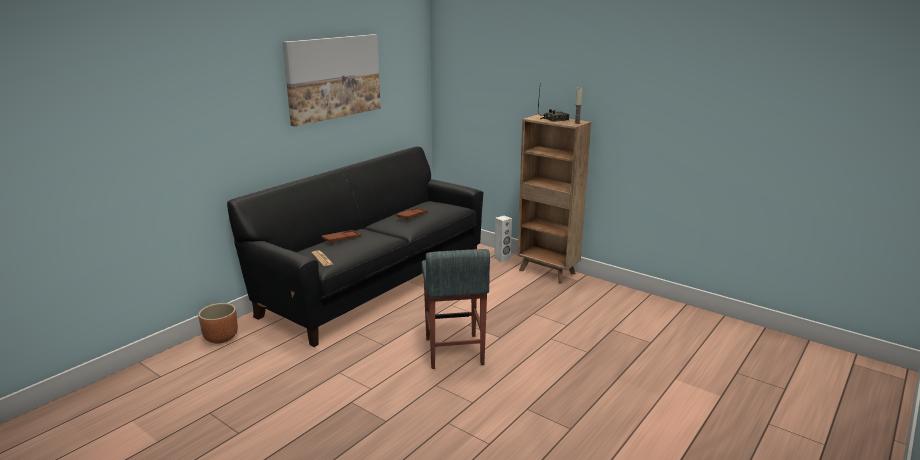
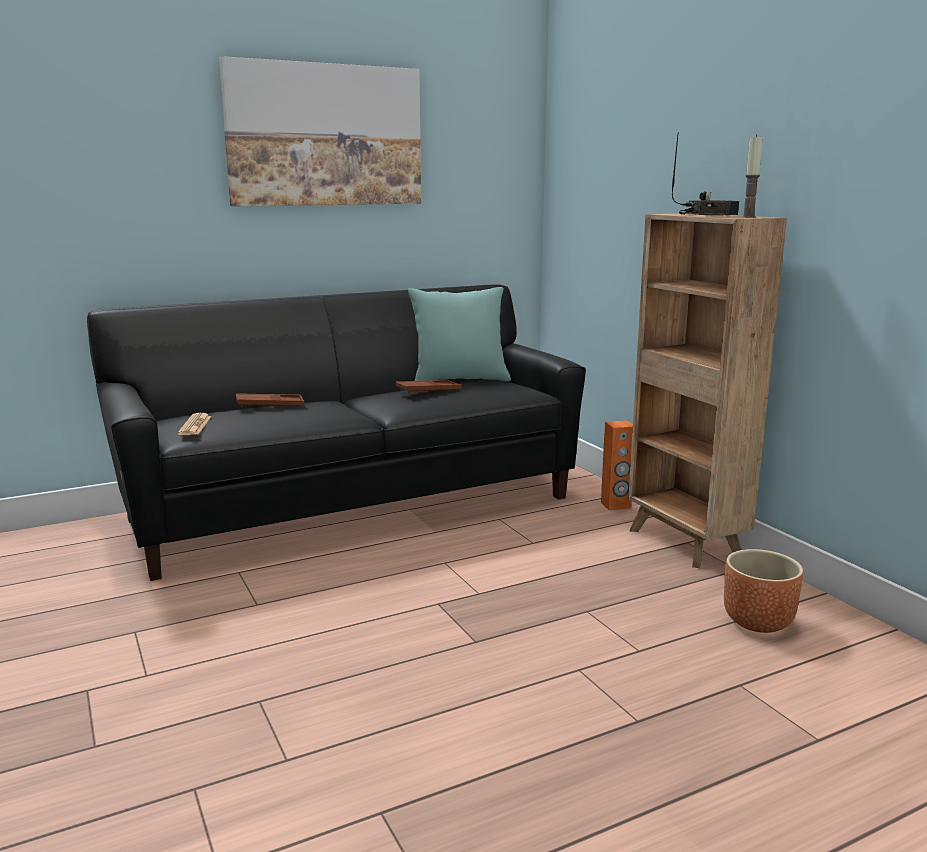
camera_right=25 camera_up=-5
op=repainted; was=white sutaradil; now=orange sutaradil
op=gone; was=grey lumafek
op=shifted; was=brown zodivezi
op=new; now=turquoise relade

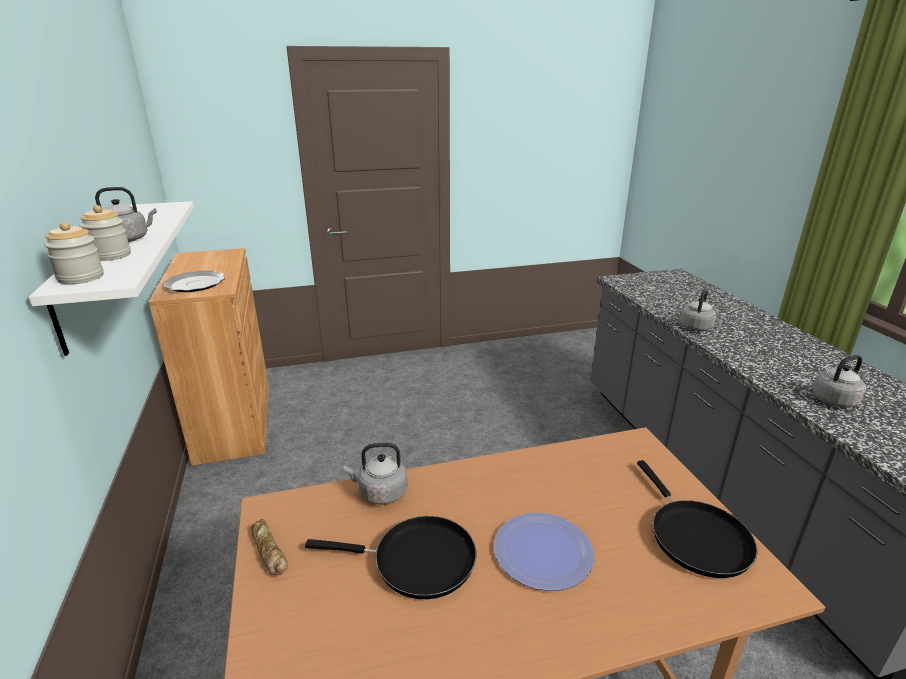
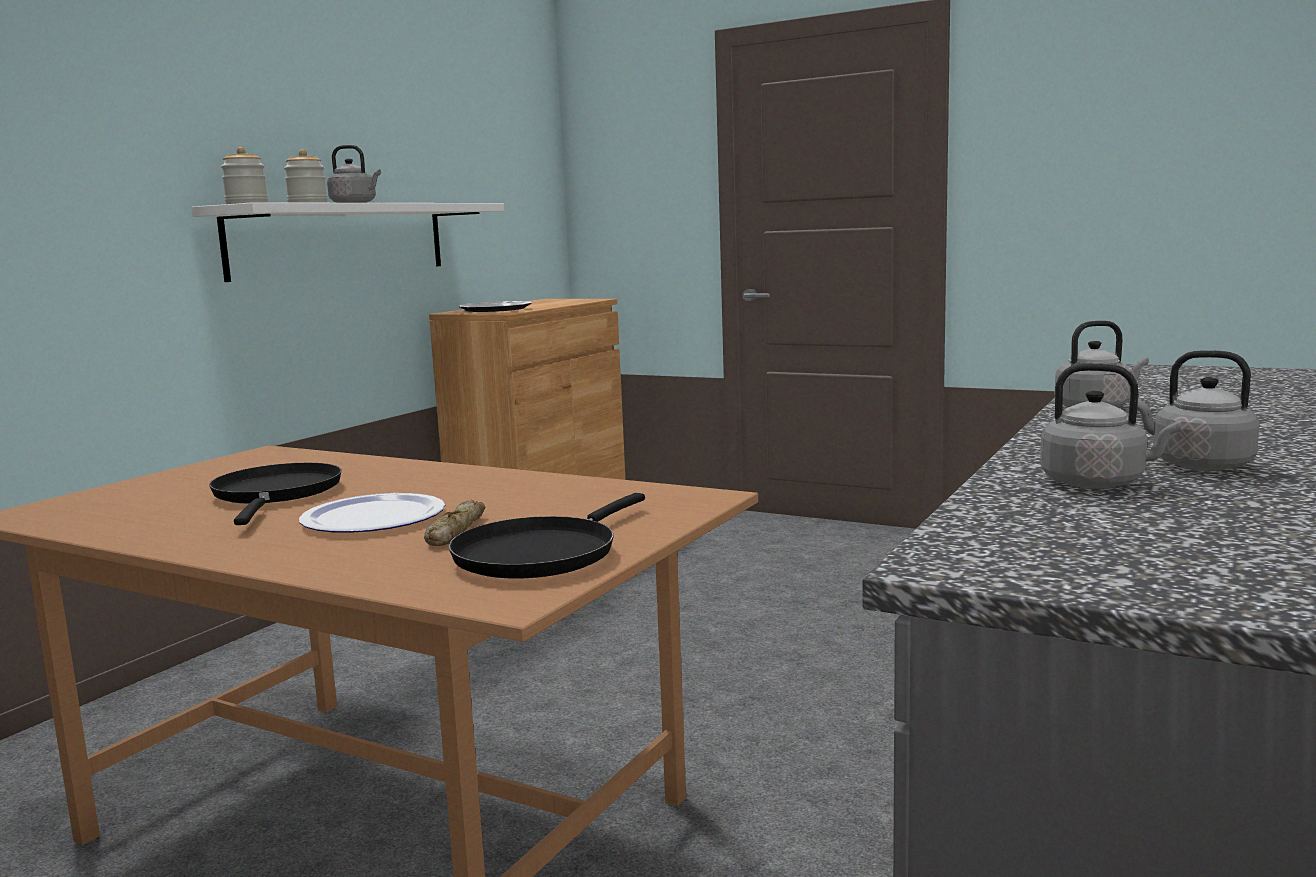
camera_right=45 camera_up=-15
op=shifted; was=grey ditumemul (no. 2 from left in the first image); now=grey ditumemul (no. 4 from left)
op=rotated; was=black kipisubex (no. 1 from left); clockwise=-150
op=shifted; was=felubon

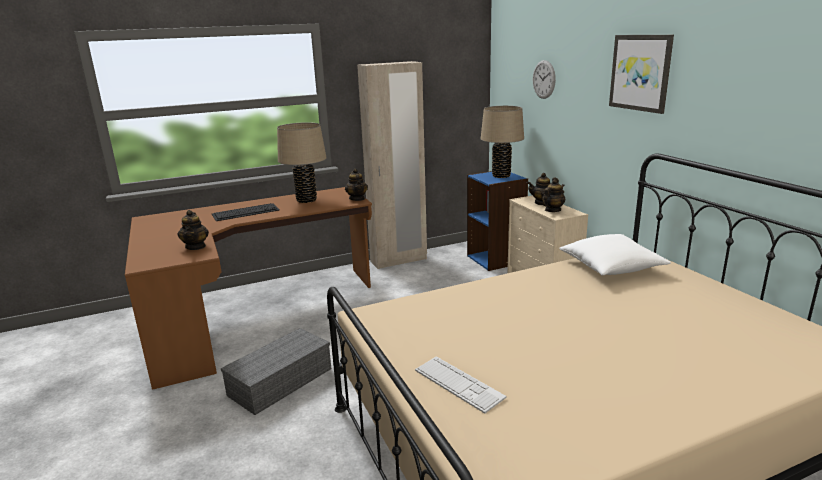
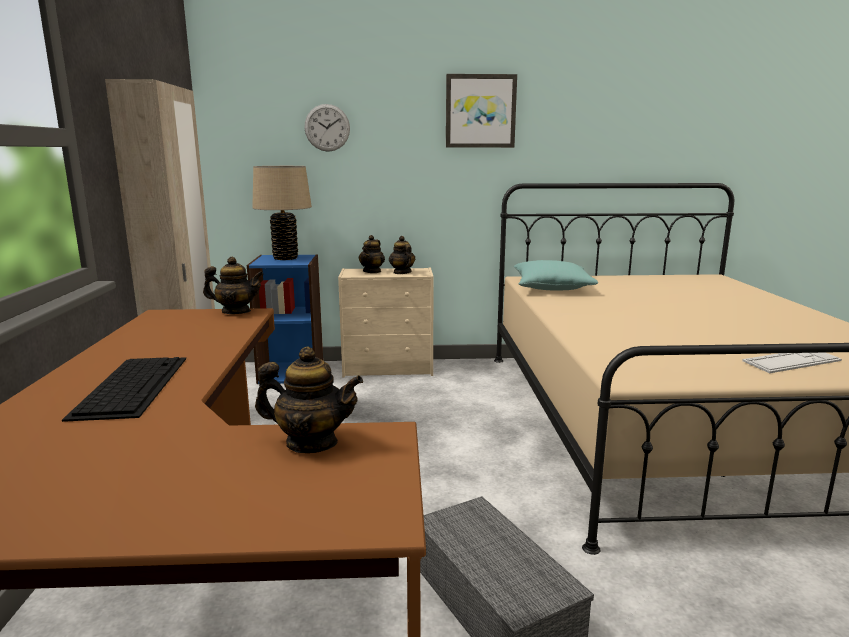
camera_right=-70 camera_up=-5
op=gone; was=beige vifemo (no. 1 from left)
op=repainted; was=white relade; now=turquoise relade

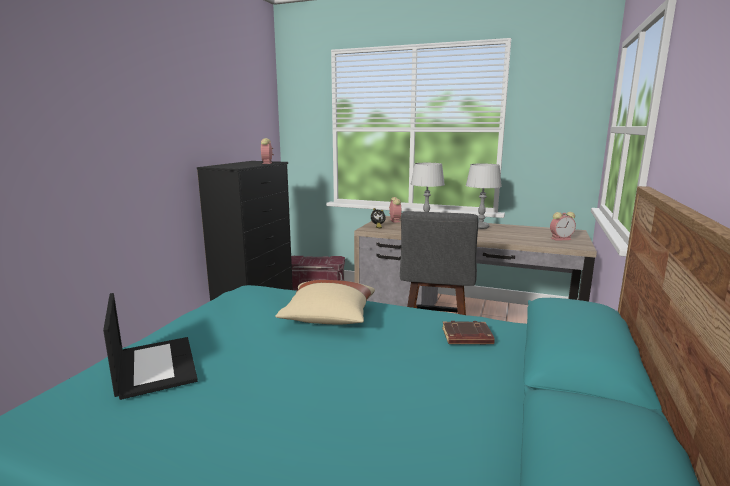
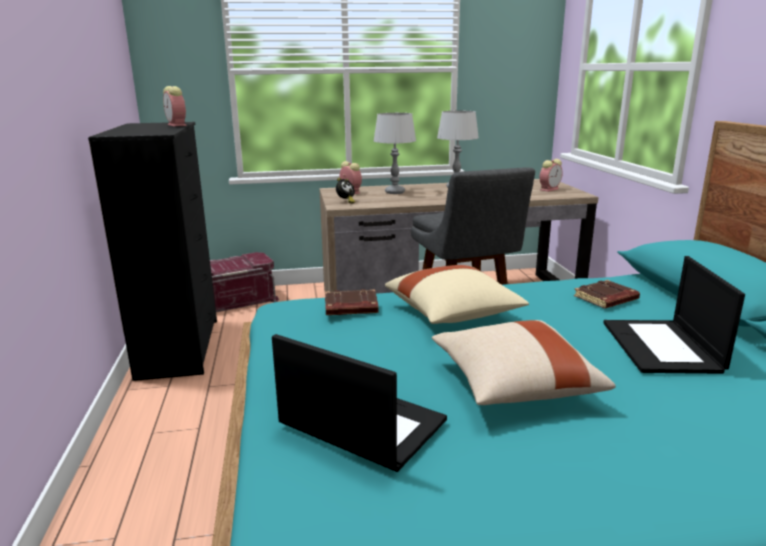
camera_right=-30 camera_up=5
op=new; now=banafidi (no. 2 from left)
op=new; now=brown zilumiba (no. 1 from left)
op=new; now=beige relade (no. 2 from left)

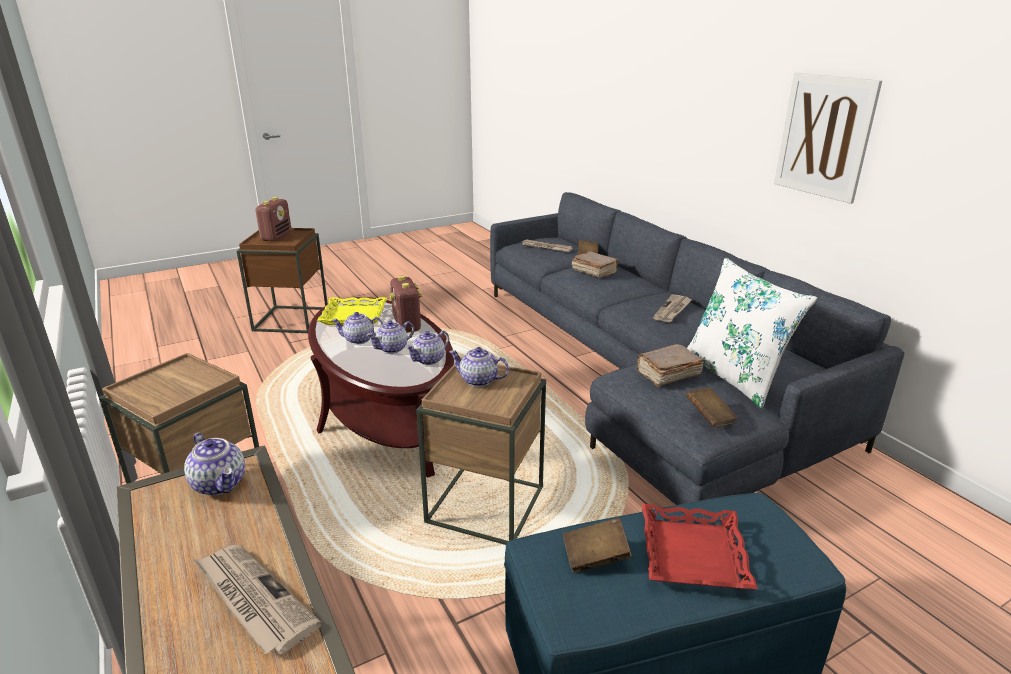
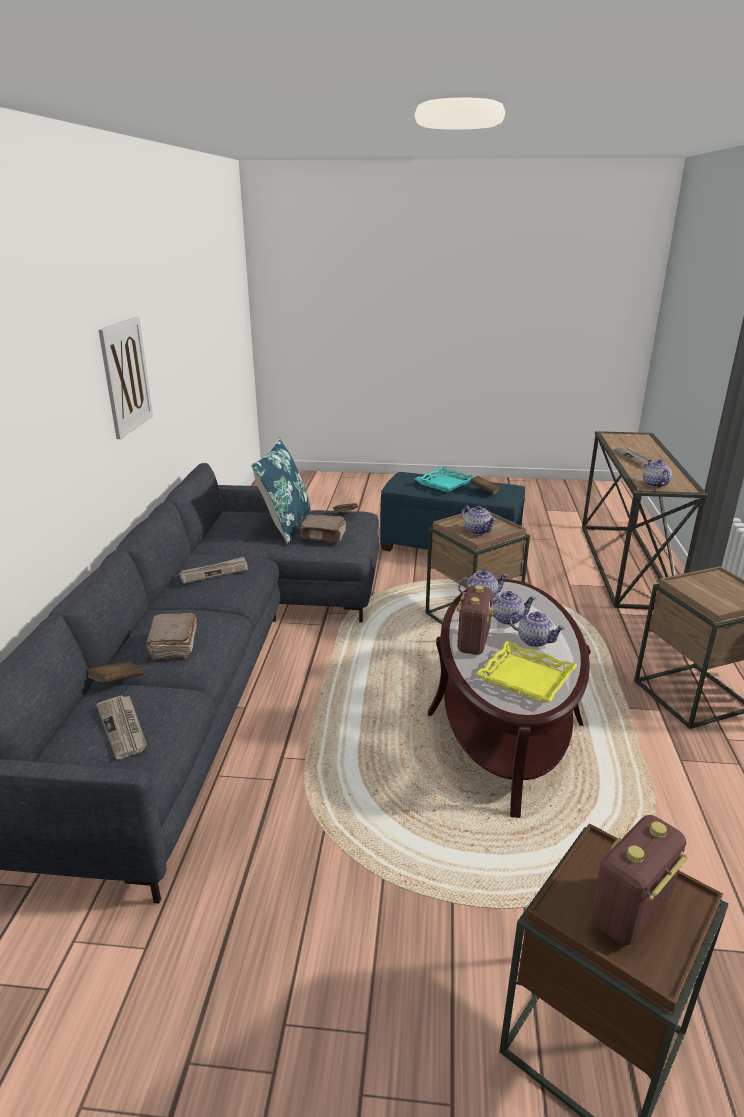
camera_right=-145 camera_up=0
op=repainted; was=white relade; now=blue relade
op=repainted; was=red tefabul; now=turquoise tefabul

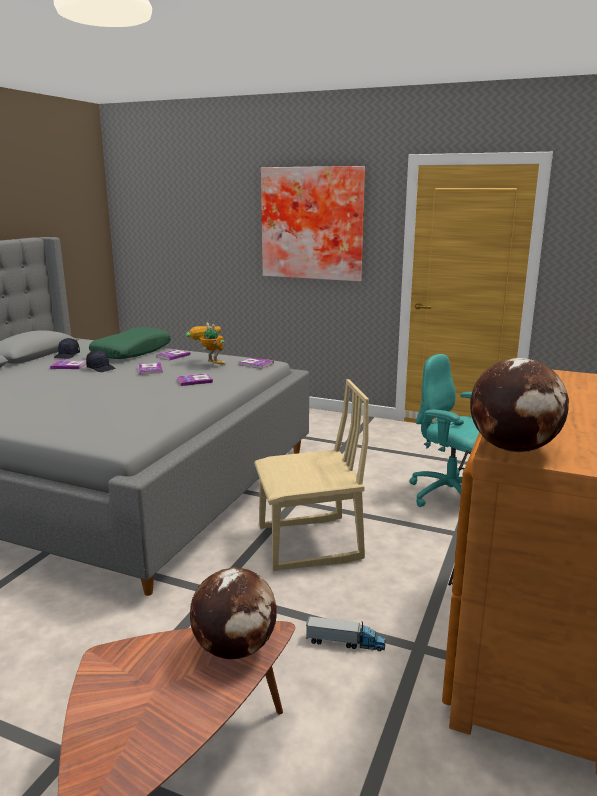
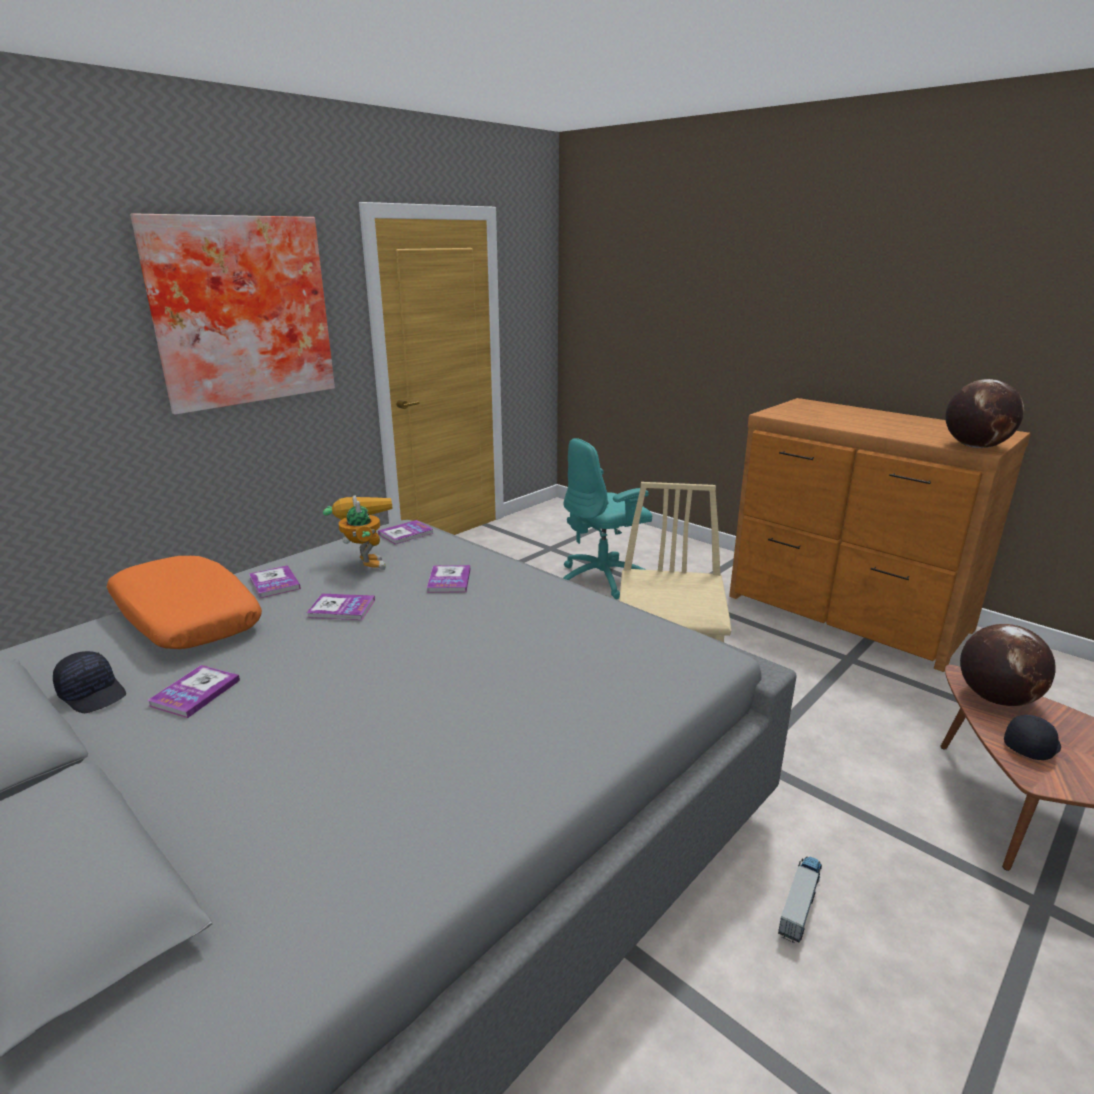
camera_right=-70 camera_up=5
op=rotated; was=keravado; clockwise=90
op=repainted; was=green relade; now=orange relade
op=shifted; was=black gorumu (no. 2 from left)
op=shifted; was=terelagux

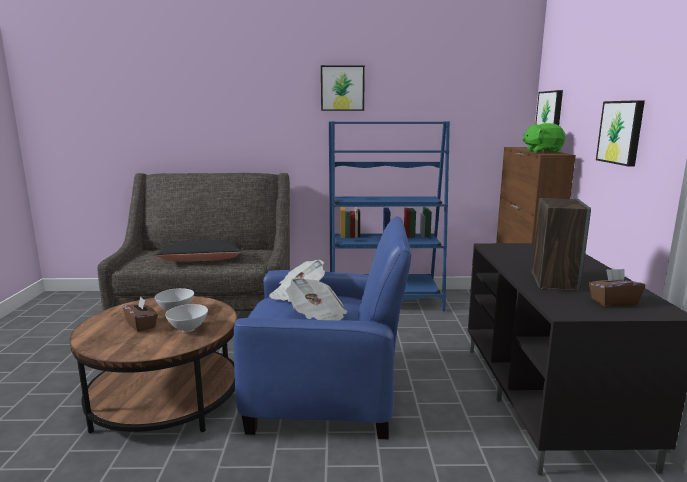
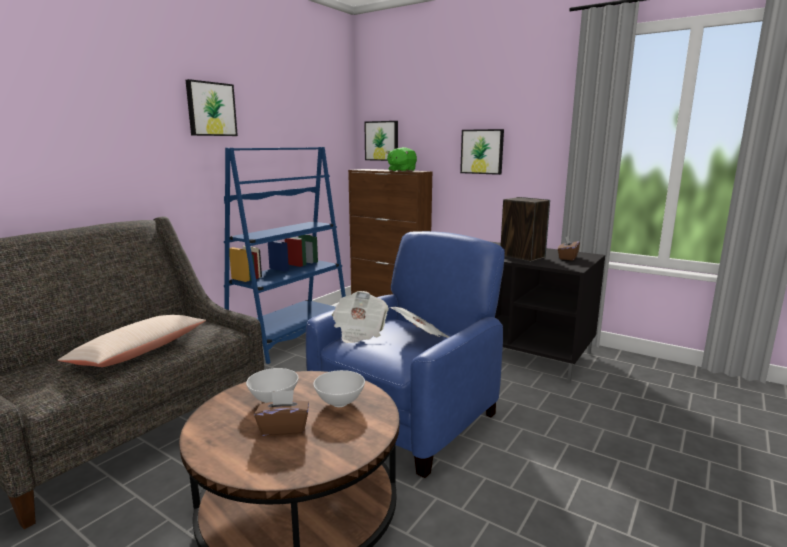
camera_right=-55 camera_up=0
op=repainted; was=black relade; now=beige relade

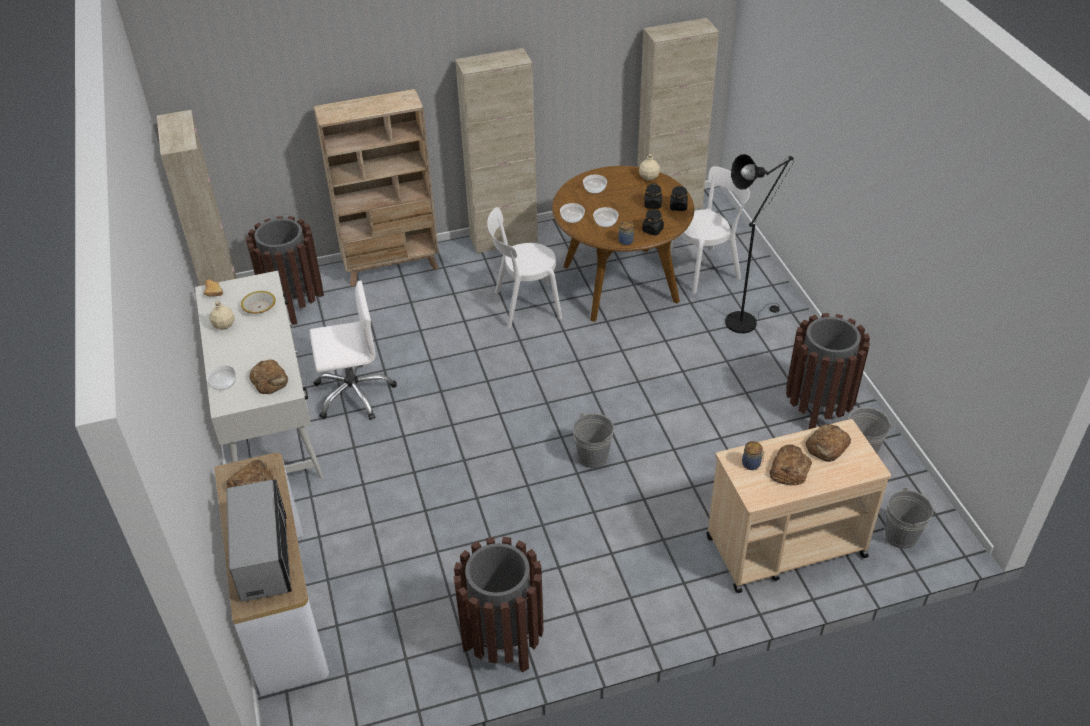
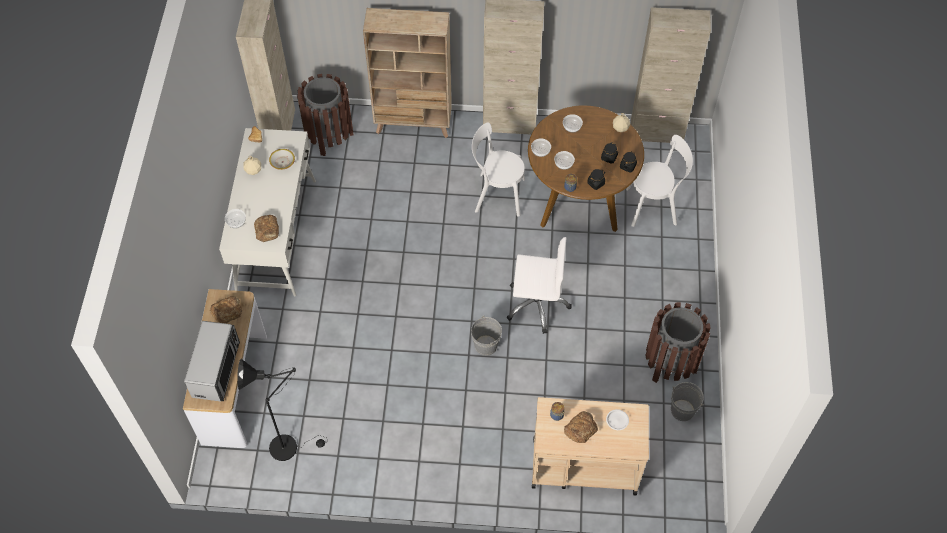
camera_right=20 camera_up=15
op=shifted; was=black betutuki
op=shifted; was=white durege
op=swapped; was=felubon (no. 5 from left); now=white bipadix
op=gone; was=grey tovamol (no. 3 from left)
op=gone; was=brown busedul (no. 2 from left)

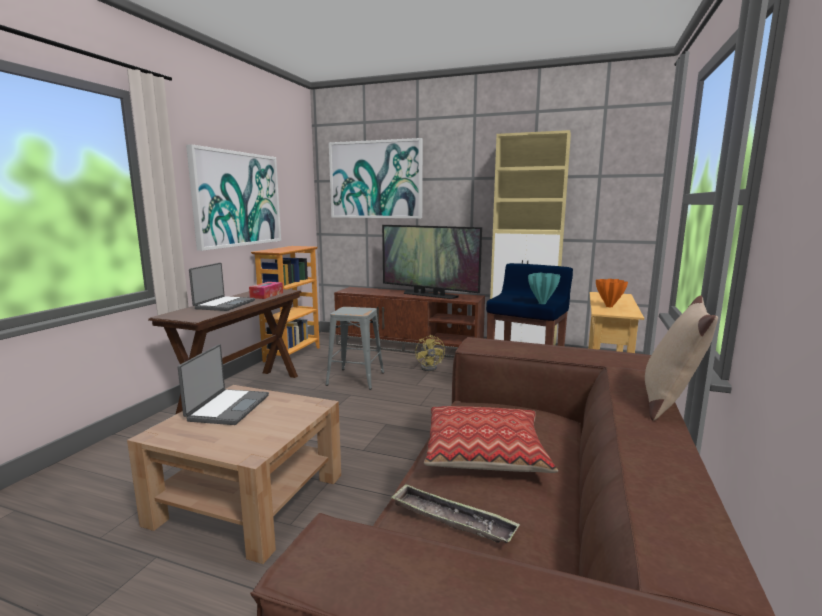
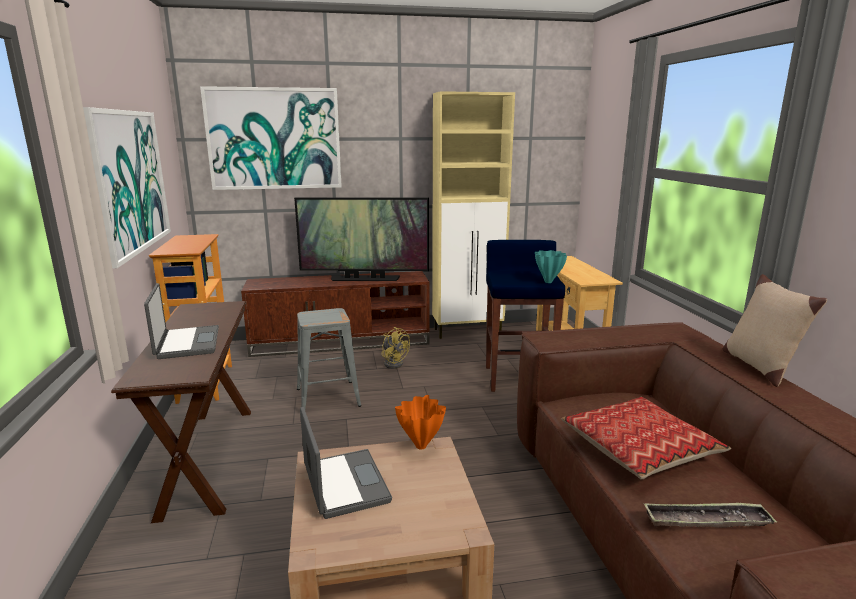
camera_right=-30 camera_up=5
op=shifted; was=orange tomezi
op=gone; was=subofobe

